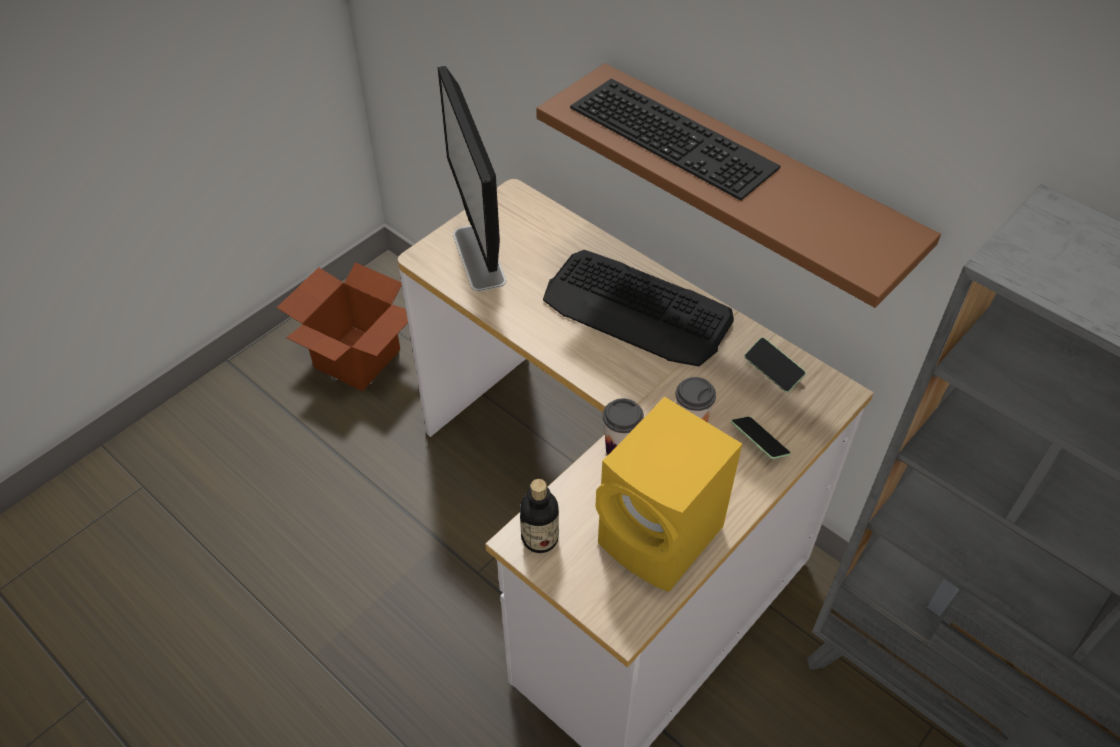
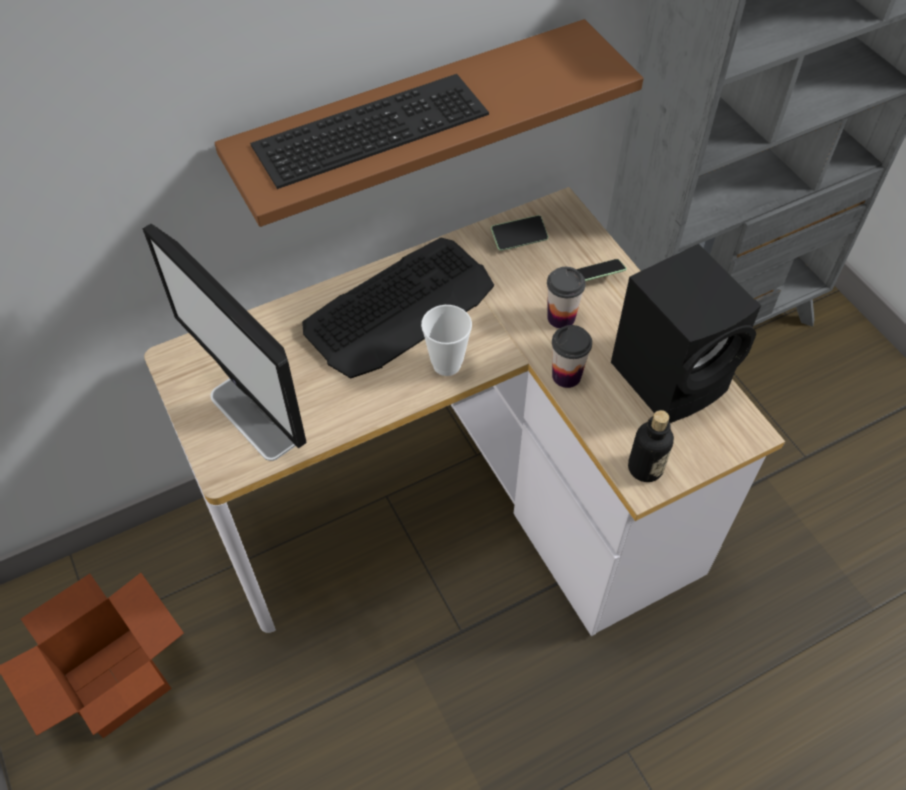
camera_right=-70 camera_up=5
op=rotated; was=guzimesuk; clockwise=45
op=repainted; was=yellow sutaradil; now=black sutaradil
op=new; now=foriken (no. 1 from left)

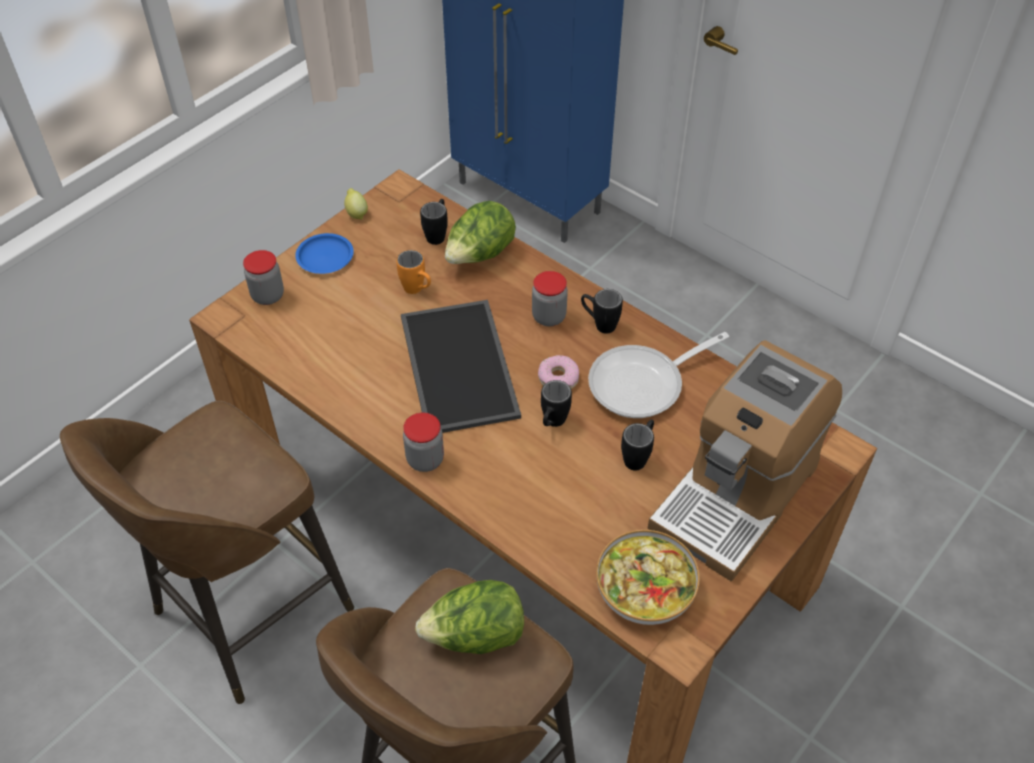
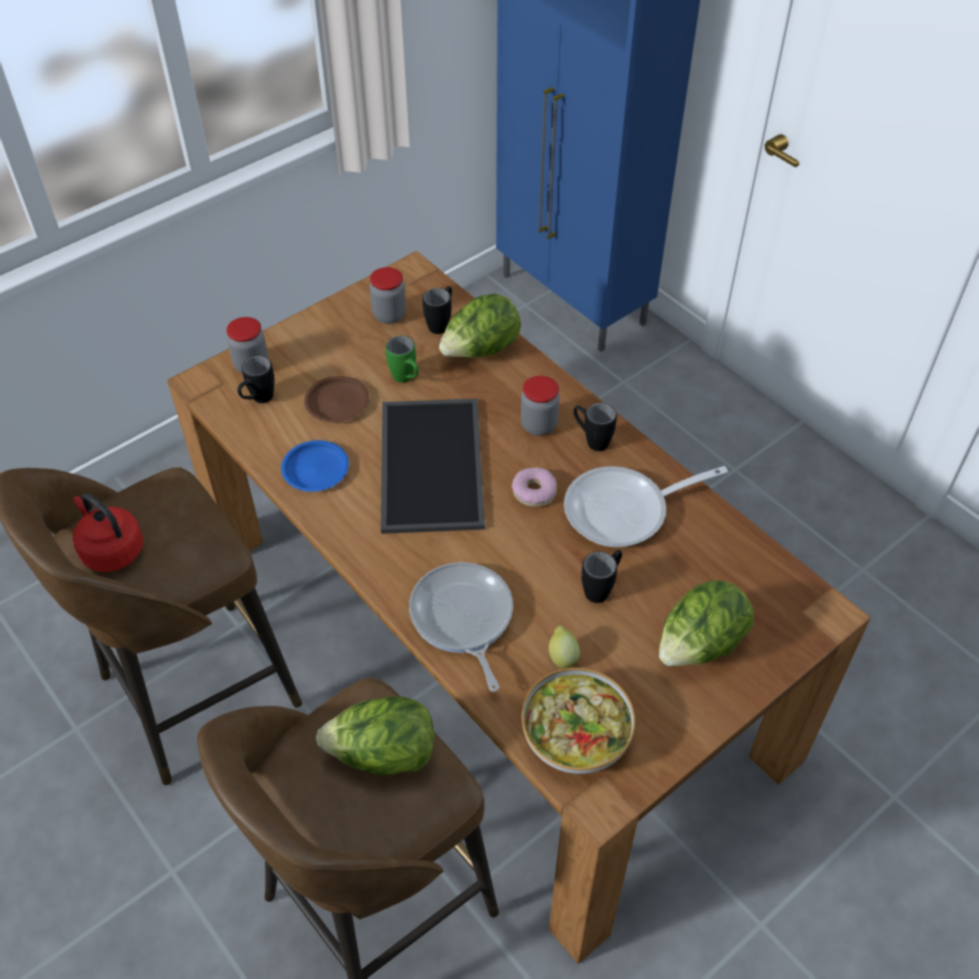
camera_right=10 camera_up=0
op=shifted; was=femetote
op=shifted; was=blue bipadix
op=repainted; was=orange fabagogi; now=green fabagogi
op=swapped; was=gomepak; now=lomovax (no. 3 from left)
op=shifted; was=black fabagogi (no. 2 from left in the first image); now=black fabagogi (no. 1 from left)
op=shifted; was=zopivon (no. 2 from left)
op=new; now=brown bipadix
op=new; now=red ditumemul
op=new; now=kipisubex (no. 1 from left)

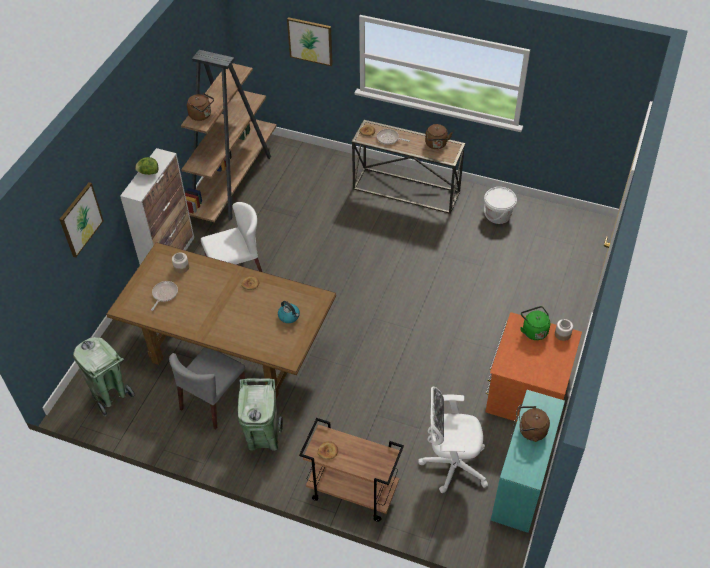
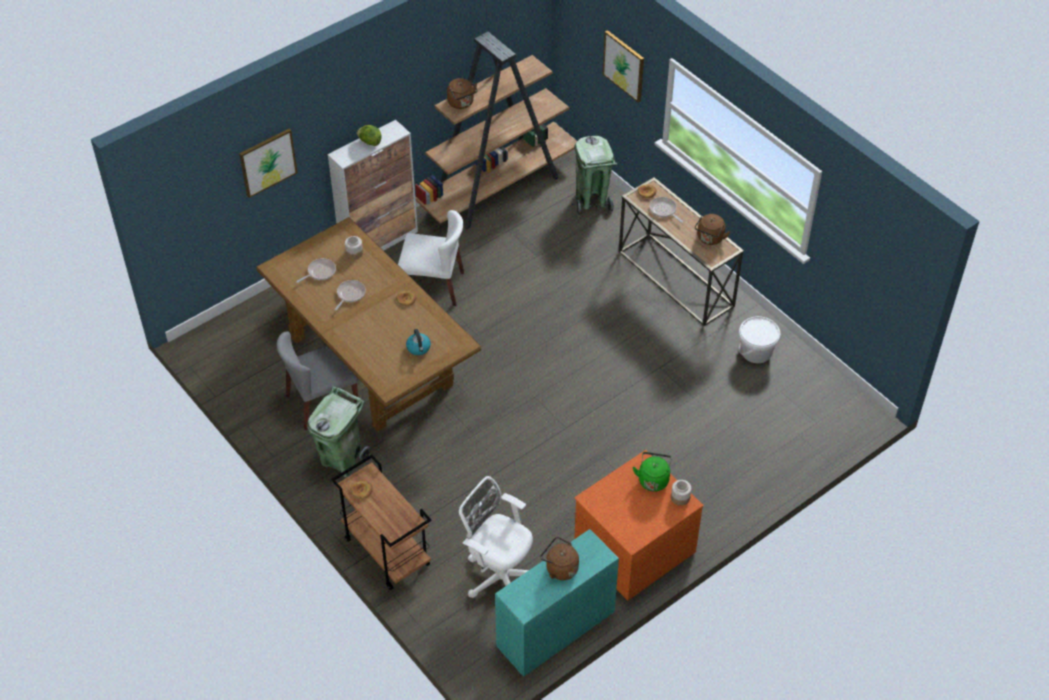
camera_right=30 camera_up=0
op=shifted; was=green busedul (no. 1 from left in the first image); now=green busedul (no. 2 from left)
op=new; now=kipisubex (no. 2 from left)

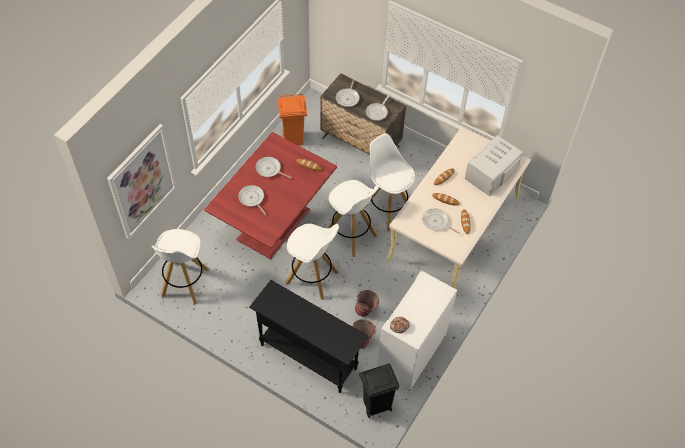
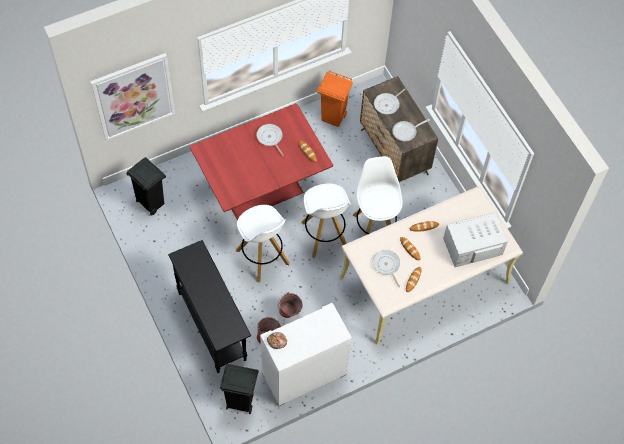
camera_right=30 camera_up=5
op=gone; was=kipisubex (no. 1 from left)
op=swapped; was=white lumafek (no. 1 from left); now=black busedul (no. 1 from left)

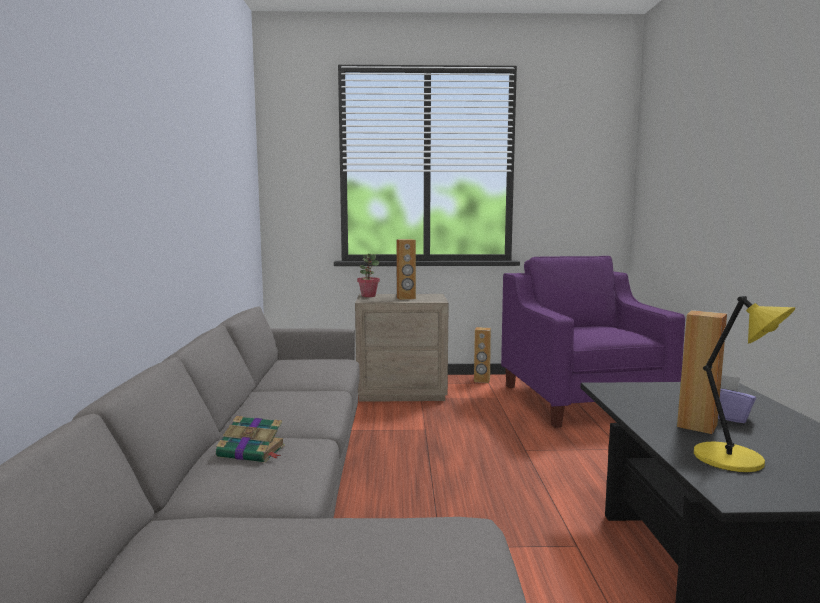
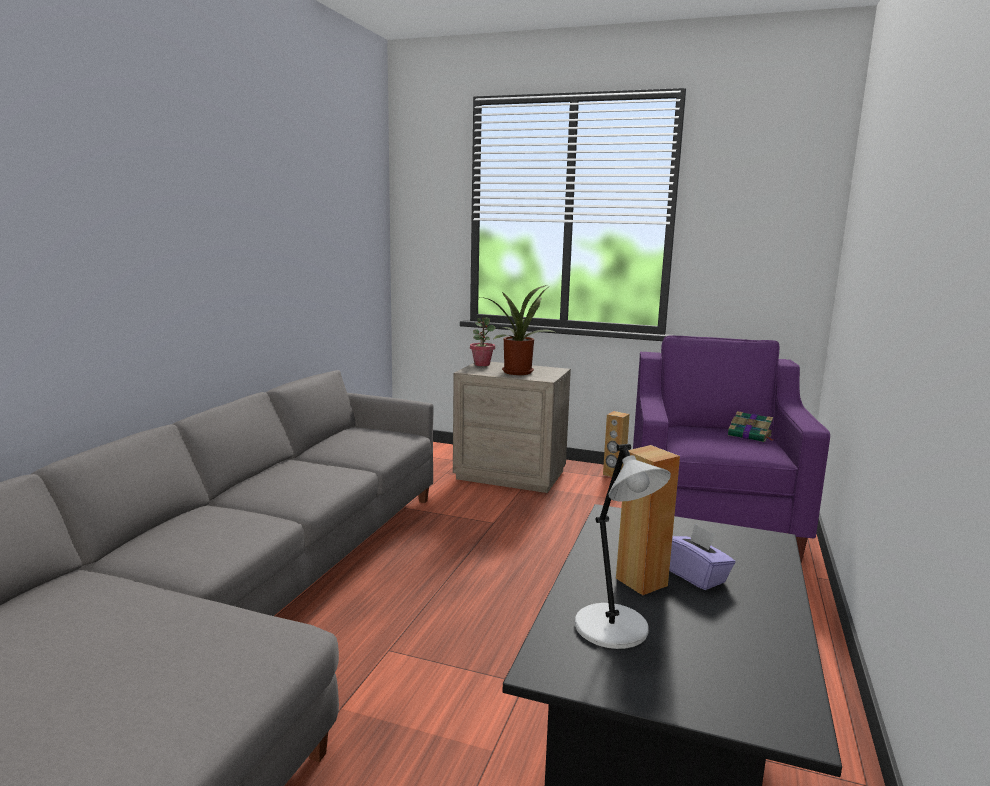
camera_right=20 camera_up=5
op=swapped; was=brown sutaradil (no. 1 from left); now=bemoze (no. 2 from left)
op=repainted; was=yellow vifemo; now=grey vifemo
op=shifted; was=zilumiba

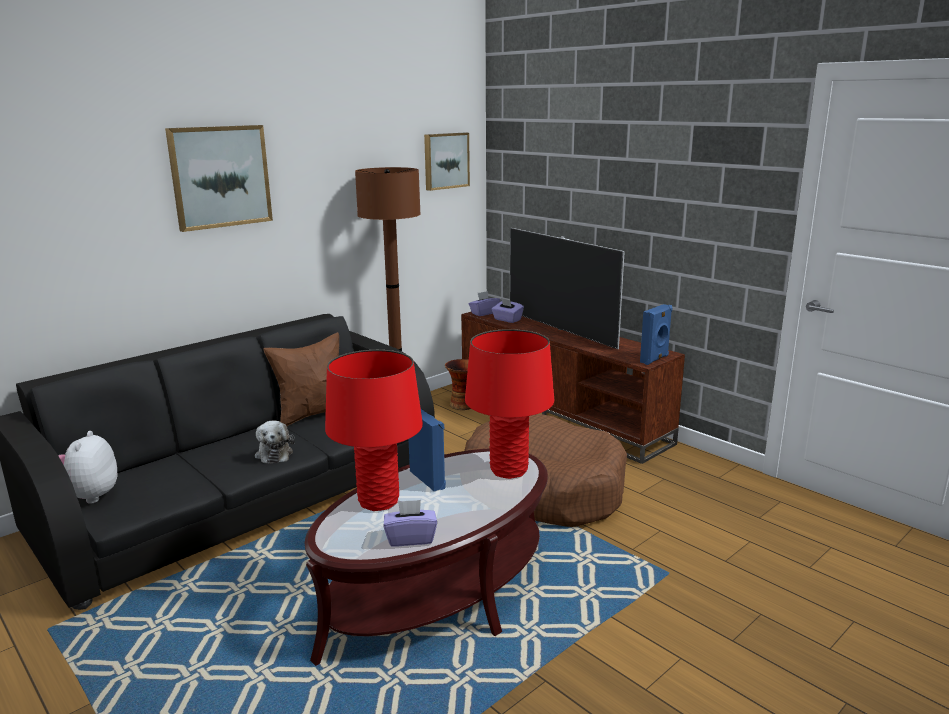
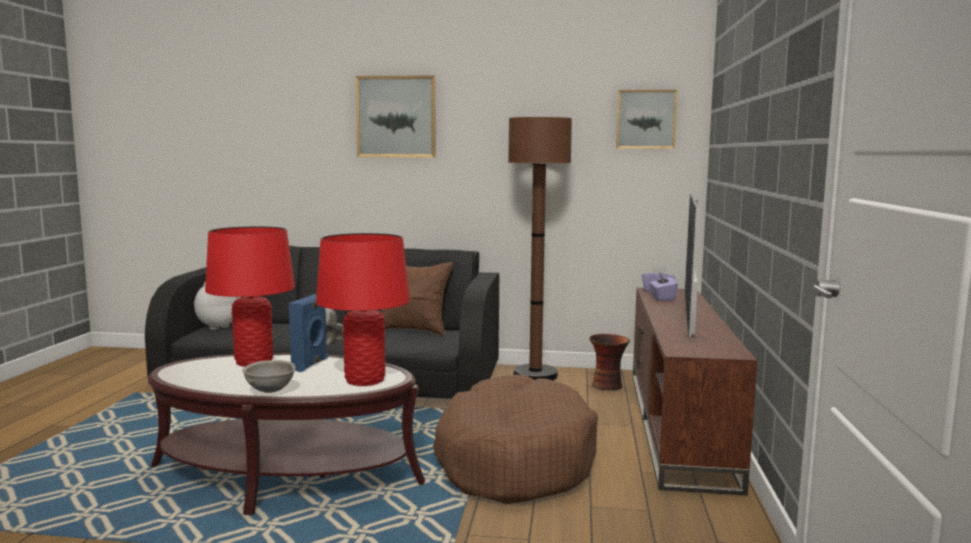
camera_right=50 camera_up=-10
op=gone; was=blue sutaradil (no. 2 from left)
op=gone; was=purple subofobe (no. 1 from left)
op=new; now=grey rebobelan

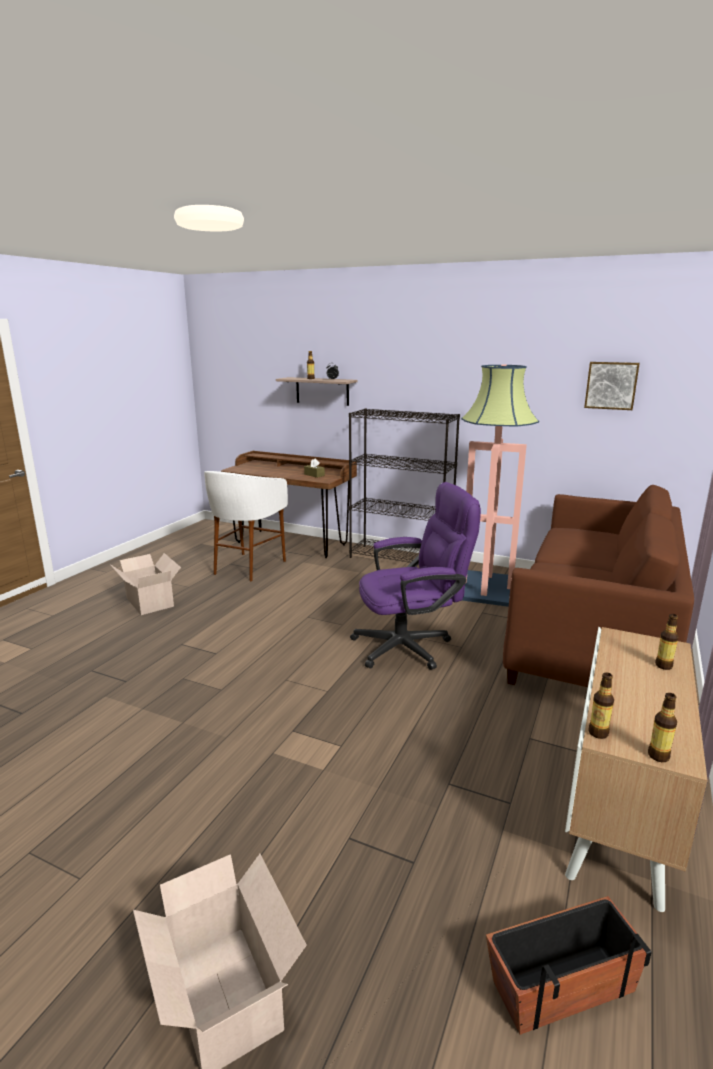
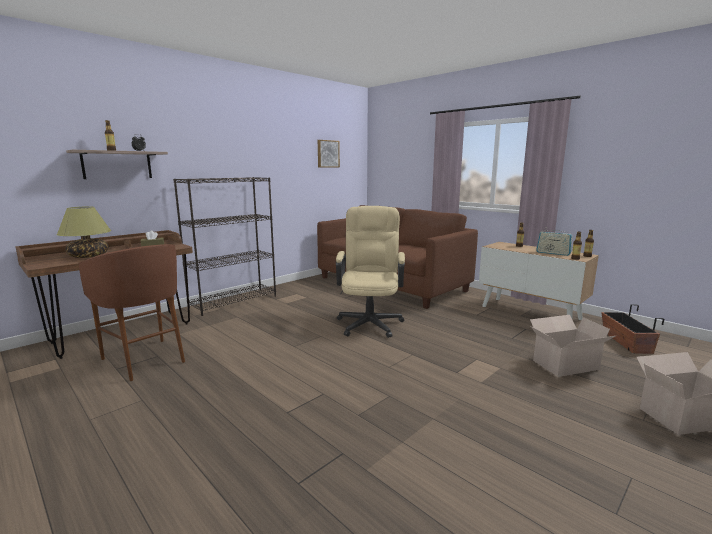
camera_right=-70 camera_up=-5
op=gone; was=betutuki
op=repainted; was=white lumafek; now=brown lumafek
op=repainted; was=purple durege; now=beige durege
op=shifted; was=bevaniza (no. 1 from left)
op=new; now=vifemo
op=new; now=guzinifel

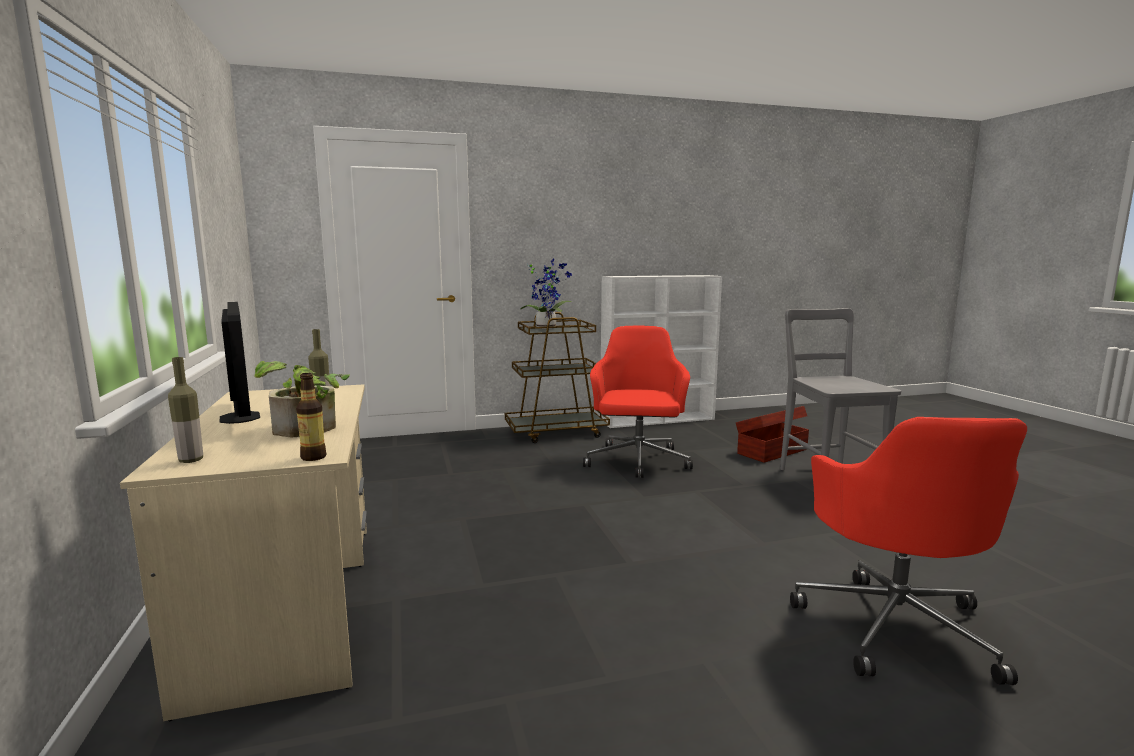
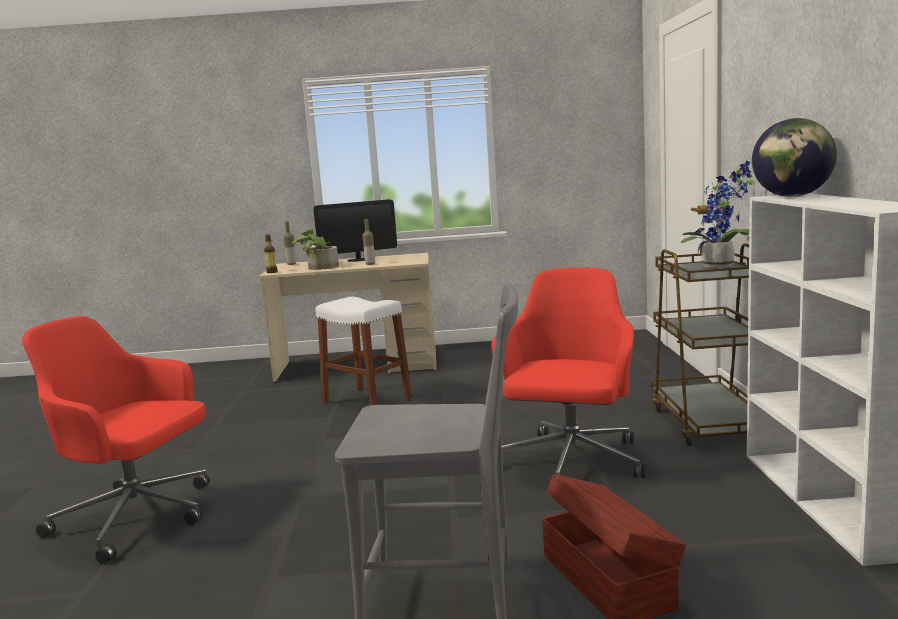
camera_right=105 camera_up=0
op=rotated; was=red durege (no. 1 from left in the first image); clockwise=-90
op=new; now=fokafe
op=new; now=white lumafek

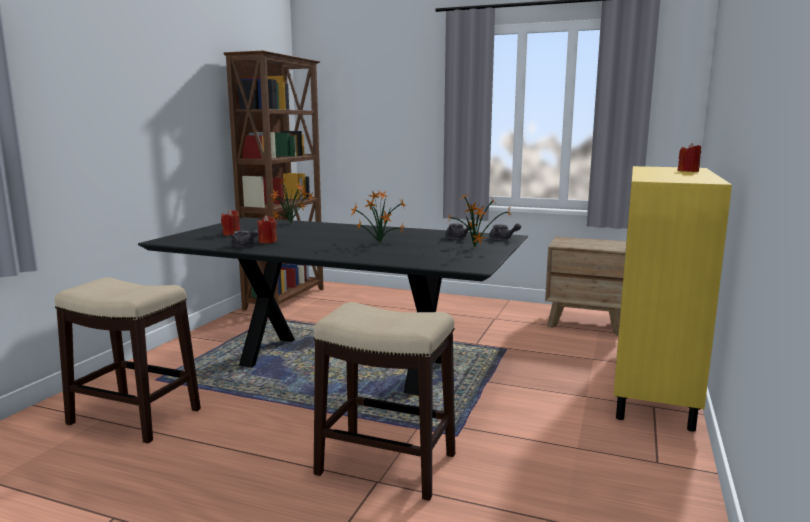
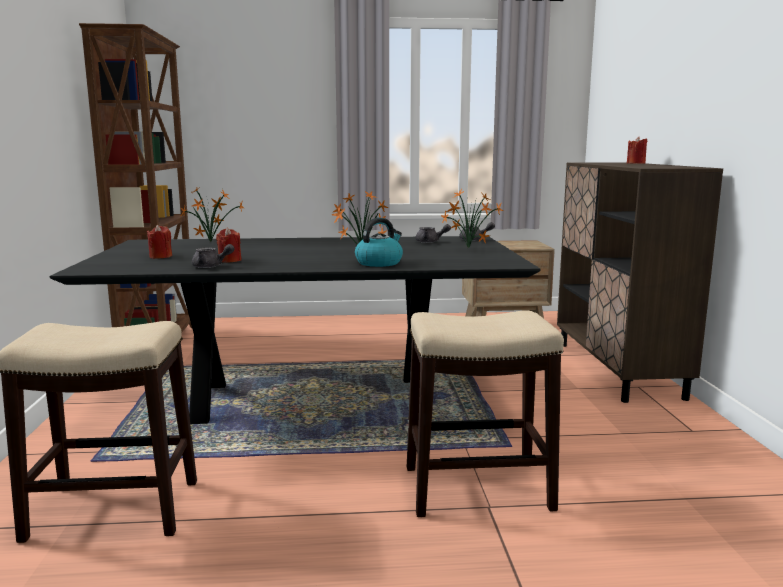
camera_right=-25 camera_up=0
op=repainted; was=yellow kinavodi; now=brown kinavodi
op=new; now=ditumemul

